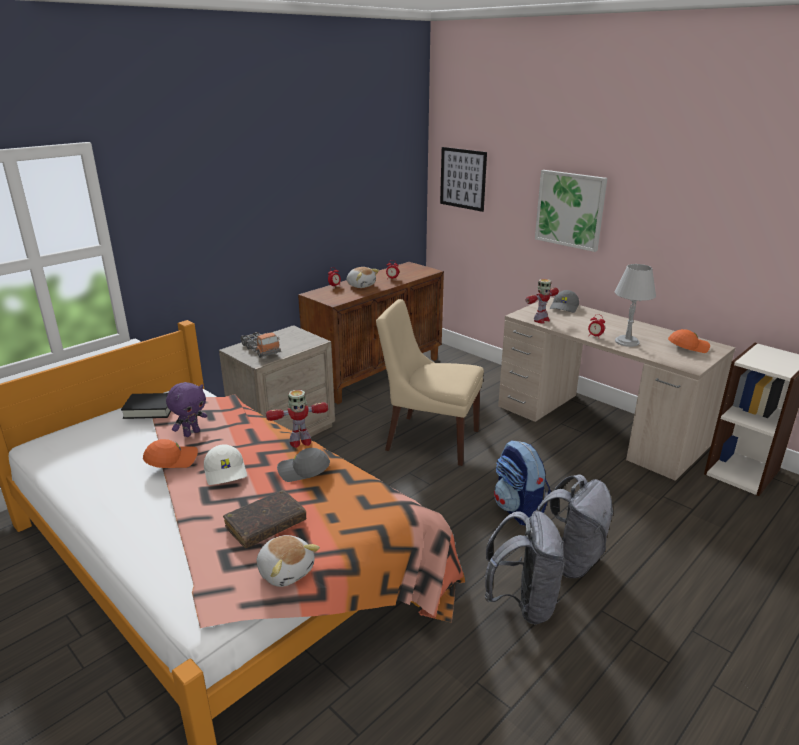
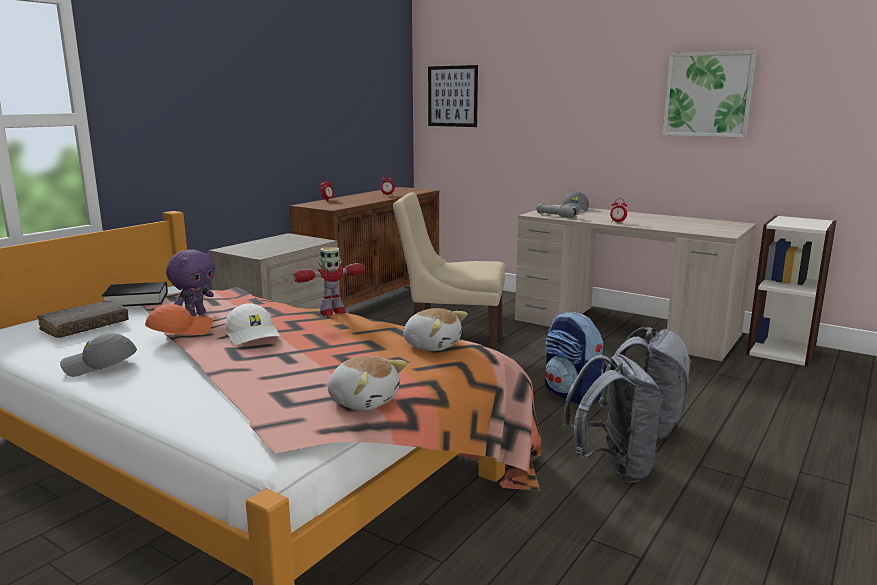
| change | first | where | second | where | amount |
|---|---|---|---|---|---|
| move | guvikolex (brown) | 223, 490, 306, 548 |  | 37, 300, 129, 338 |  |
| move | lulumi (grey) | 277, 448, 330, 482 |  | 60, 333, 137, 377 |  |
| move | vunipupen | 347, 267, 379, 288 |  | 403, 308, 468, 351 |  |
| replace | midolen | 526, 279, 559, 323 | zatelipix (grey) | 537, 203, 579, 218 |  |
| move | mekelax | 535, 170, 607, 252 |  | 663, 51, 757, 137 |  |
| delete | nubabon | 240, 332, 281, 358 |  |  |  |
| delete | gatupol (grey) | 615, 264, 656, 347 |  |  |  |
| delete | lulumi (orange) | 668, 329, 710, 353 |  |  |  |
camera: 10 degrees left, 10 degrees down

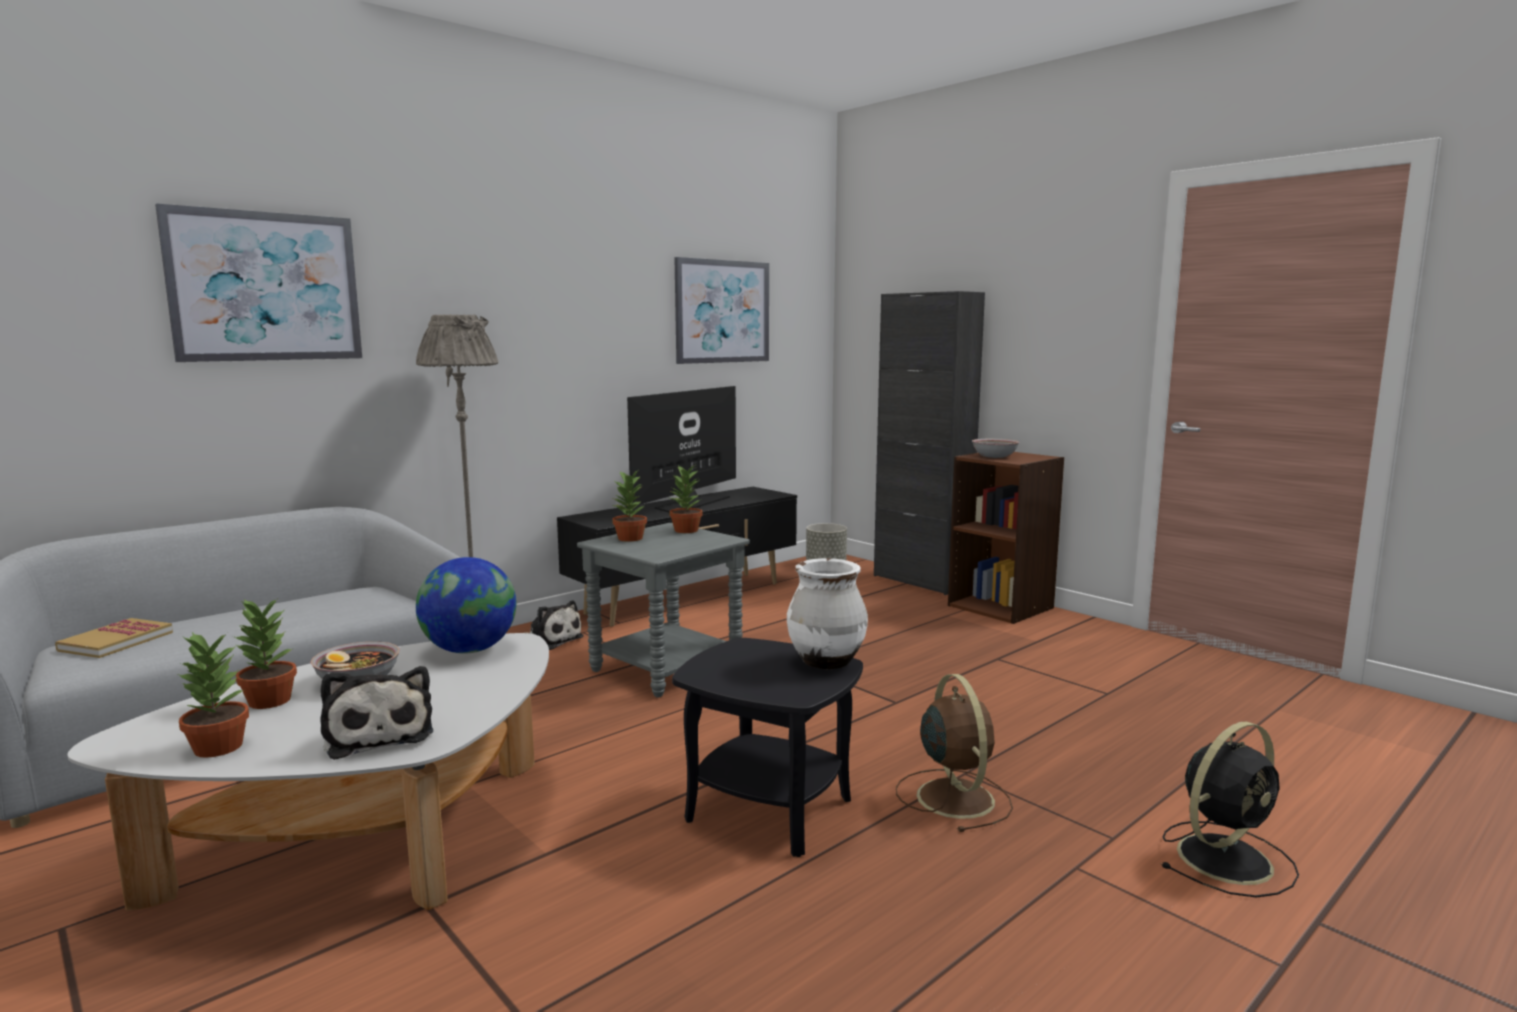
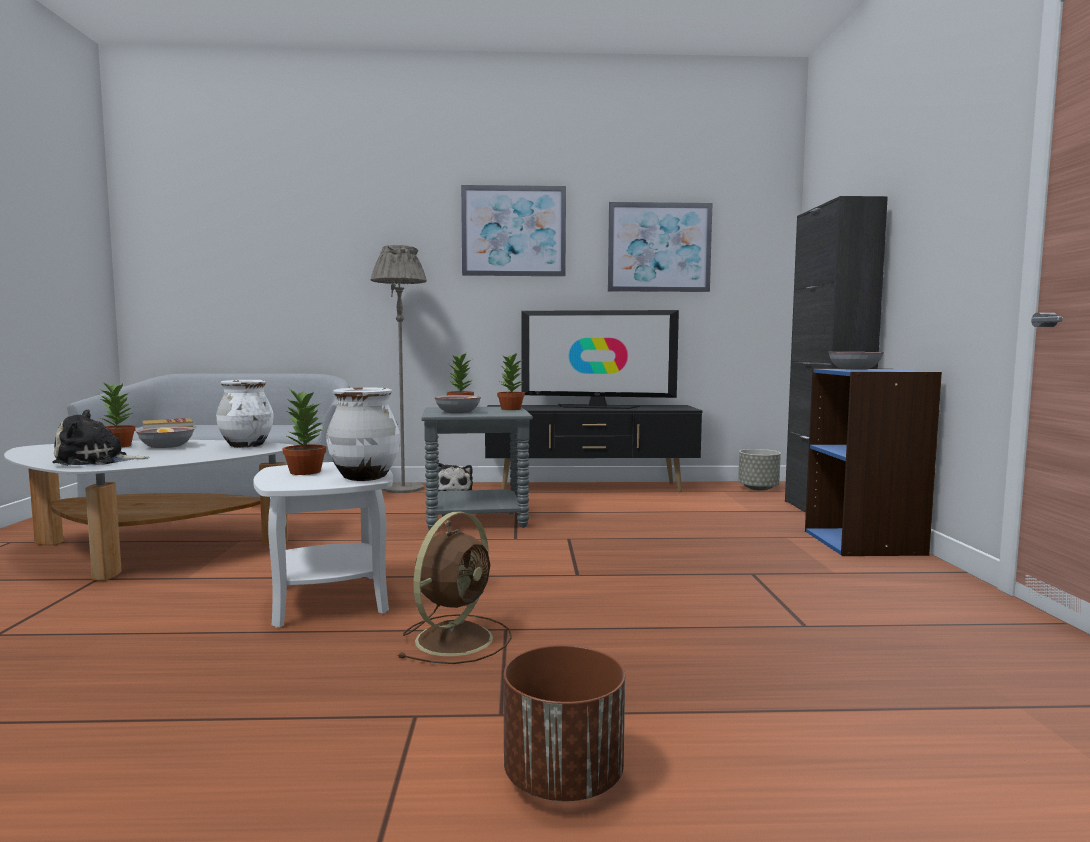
| change | first | where | second | where | amount |
|---|---|---|---|---|---|
| rotate | vunipupen | 320, 666, 433, 760 |  | 53, 409, 150, 466 | 60 degrees clockwise |
| replace | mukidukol | 416, 557, 516, 654 | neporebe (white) | 216, 380, 274, 448 |  |
| recolor | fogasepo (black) | 672, 638, 863, 857 | fogasepo (white) | 253, 462, 393, 628 |  |
| move | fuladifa | 178, 632, 249, 758 |  | 283, 390, 326, 475 |  |
| insert |  |  | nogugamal | 434, 395, 481, 413 |  |
| move | mekelax | 155, 204, 362, 362 |  | 461, 185, 566, 276 |  |
| replace | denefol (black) | 1160, 722, 1299, 898 | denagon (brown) | 504, 645, 625, 801 |  |
| rotate | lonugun | 627, 386, 736, 513 |  | 521, 310, 679, 409 | 150 degrees counterclockwise |
| recolor | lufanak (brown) | 948, 452, 1064, 624 | lufanak (blue) | 805, 369, 942, 556 |  |
camera: 40 degrees right, 5 degrees down

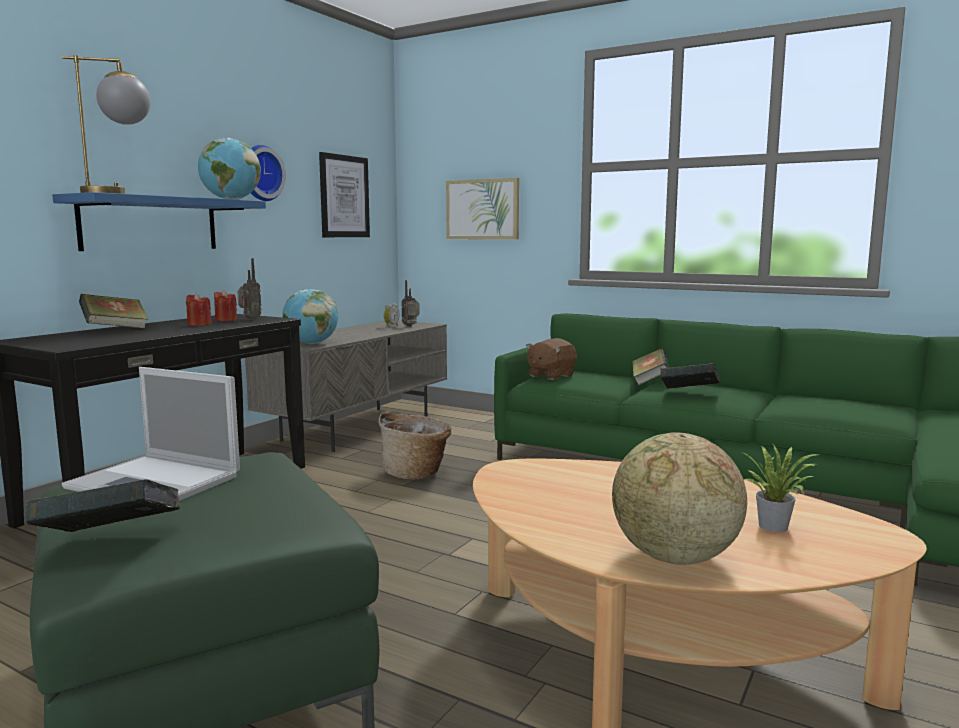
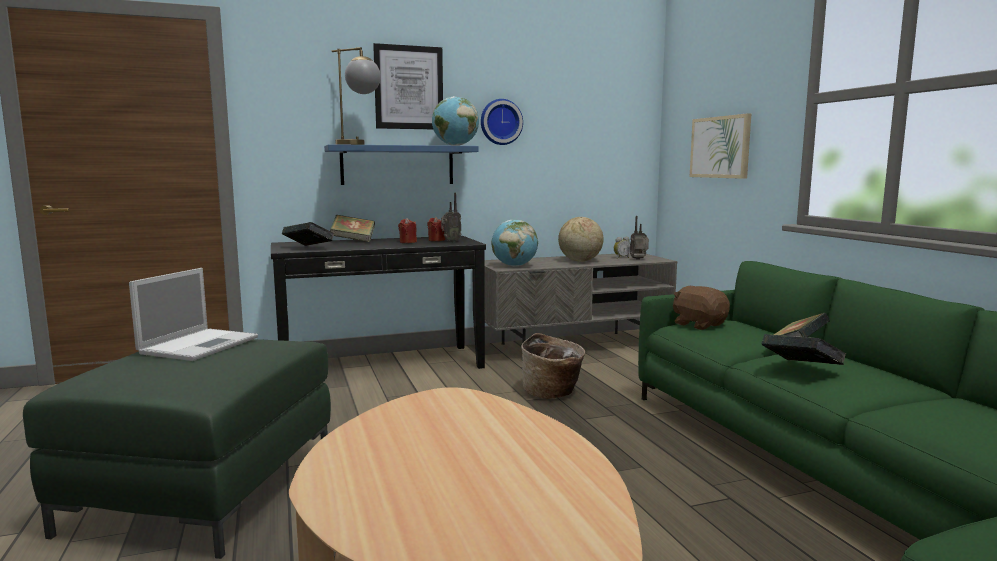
| change | first | where | second | where | amount |
|---|---|---|---|---|---|
| rotate | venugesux | 62, 367, 240, 501 |  | 129, 268, 258, 361 | 135 degrees counterclockwise |
| move | guvikolex | 25, 479, 180, 532 |  | 282, 222, 334, 246 |  |
| move | mekelax | 319, 152, 370, 237 |  | 373, 43, 443, 129 |  |
| move | mukidukol | 612, 433, 747, 565 |  | 558, 217, 603, 262 |  |
| rotate | vunipupen (brown) | 526, 338, 577, 380 |  | 673, 286, 730, 330 | 60 degrees clockwise |
| delete | fuladifa | 742, 443, 821, 532 |  |  |  |
camera: 40 degrees right, 0 degrees up

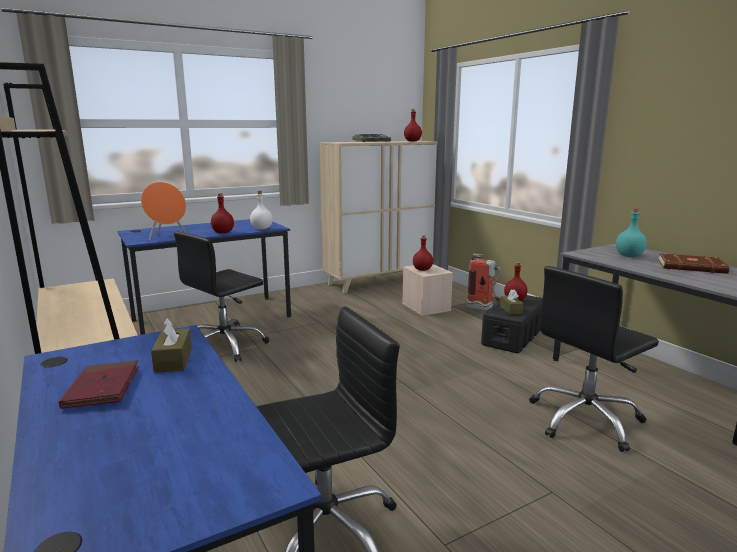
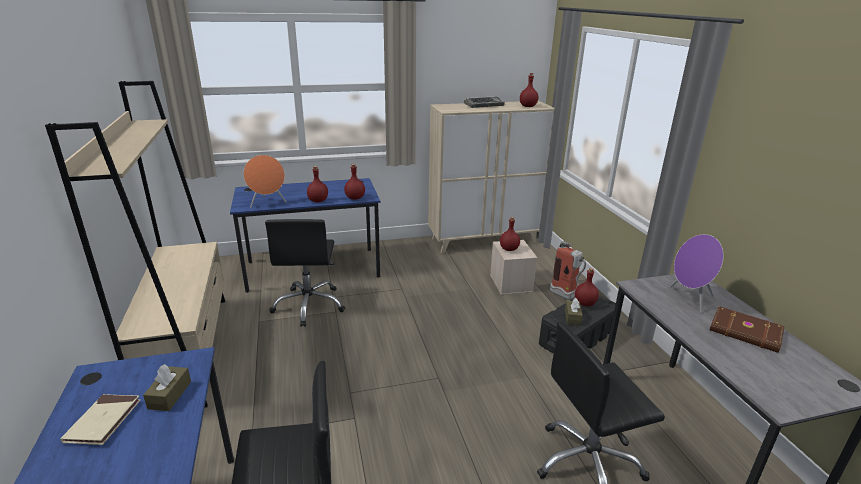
| change | first | where | second | where | amount |
|---|---|---|---|---|---|
| recolor | guvikolex (red) | 59, 360, 139, 409 | guvikolex (beige) | 60, 394, 141, 445 |  |
| rotate | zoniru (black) | 174, 231, 269, 362 |  | 265, 219, 345, 327 | 60 degrees counterclockwise |
| recolor | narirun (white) | 250, 191, 273, 230 | narirun (red) | 344, 164, 365, 200 |  |
| replace | narirun (turquoise) | 616, 208, 647, 257 | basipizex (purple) | 669, 234, 724, 313 |  |
camera: 15 degrees right, 10 degrees up

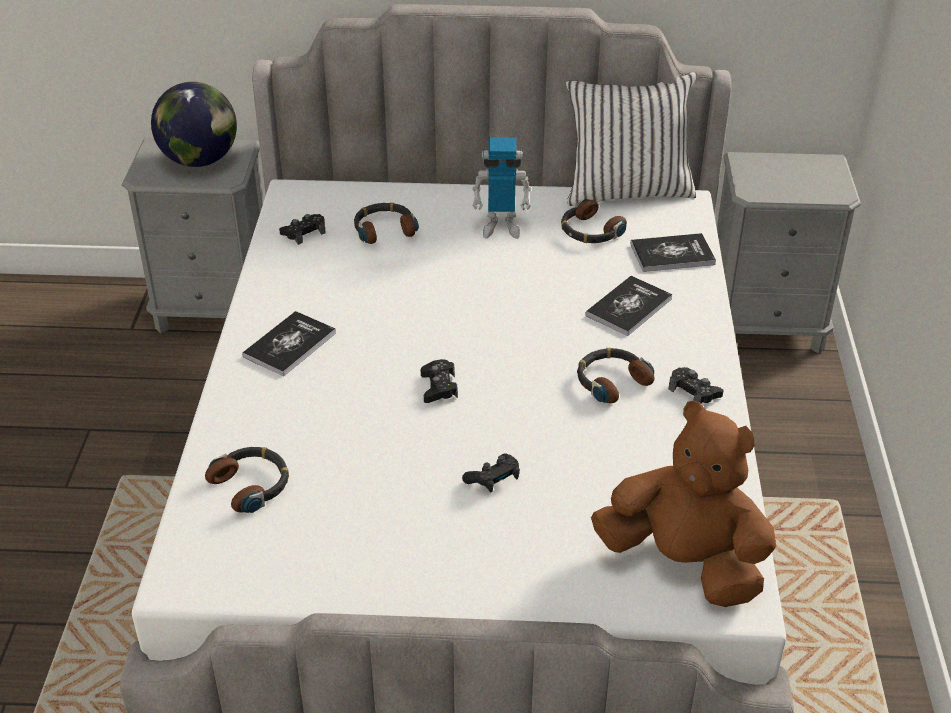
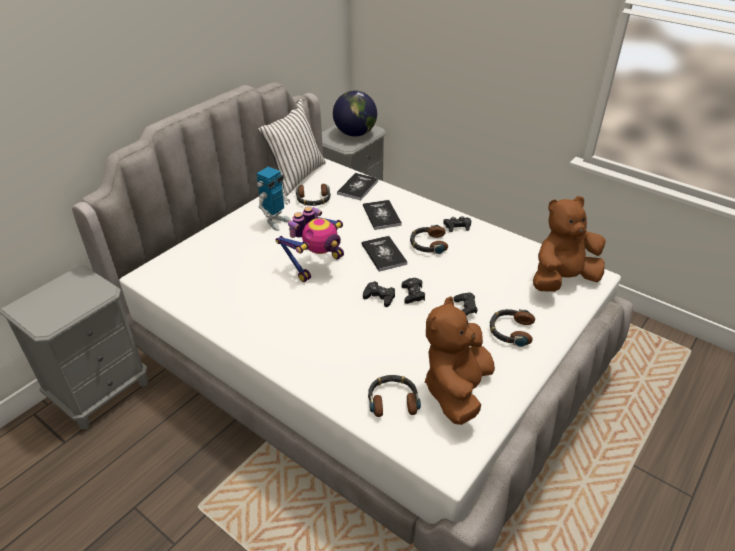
| change | first | where | second | where | amount |
|---|---|---|---|---|---|
| insert |  |  | midolen | 276, 207, 344, 282 |  |
| move | mukidukol | 151, 82, 237, 167 |  | 333, 90, 377, 136 |  |
| move | guvikolex | 242, 311, 336, 376 |  | 361, 236, 407, 271 |  |
| move | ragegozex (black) | 279, 214, 326, 245 |  | 402, 278, 425, 304 |  |
| insert |  |  | vunipupen (brown) | 425, 297, 495, 425 |  |
| move | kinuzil | 354, 202, 419, 244 |  | 490, 309, 535, 347 |  |
camera: 55 degrees left, 0 degrees up

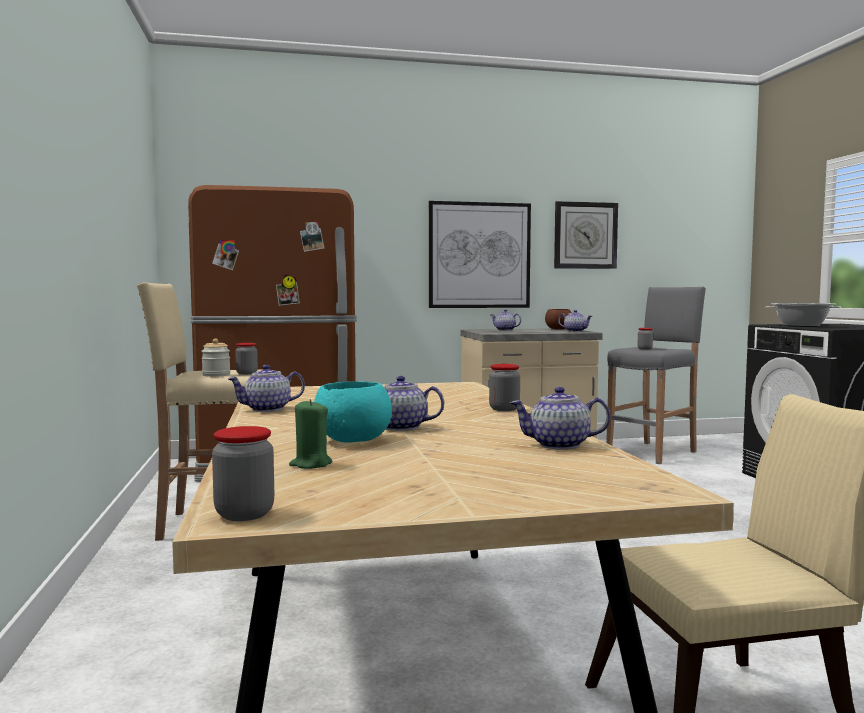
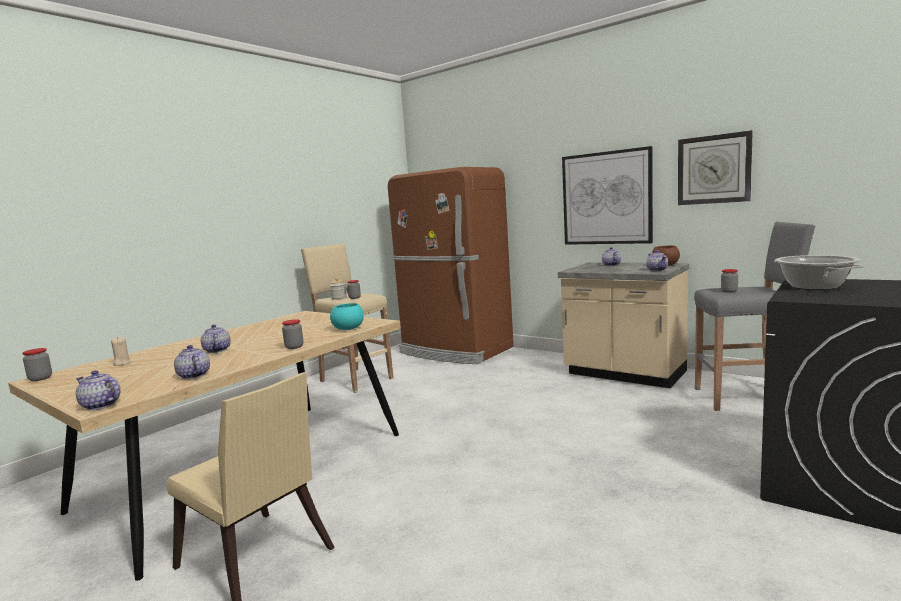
| change | first | where | second | where | amount |
|---|---|---|---|---|---|
| move | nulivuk | 228, 365, 305, 412 |  | 76, 370, 120, 410 |  |
| recolor | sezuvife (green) | 289, 399, 332, 469 | sezuvife (beige) | 111, 337, 131, 366 |  |
| move | nogugamal (turquoise) | 314, 381, 392, 443 |  | 330, 303, 364, 330 |  |
camera: 50 degrees right, 5 degrees up

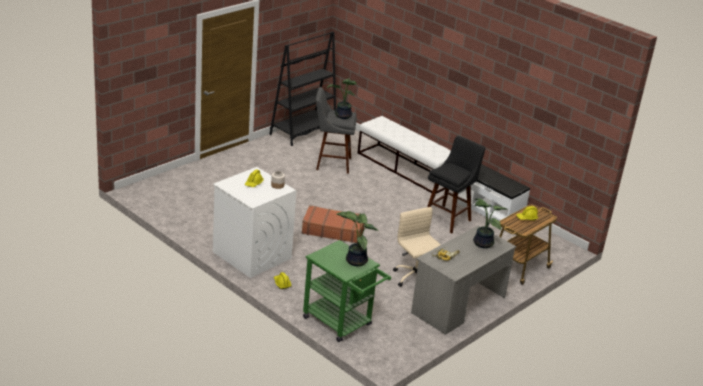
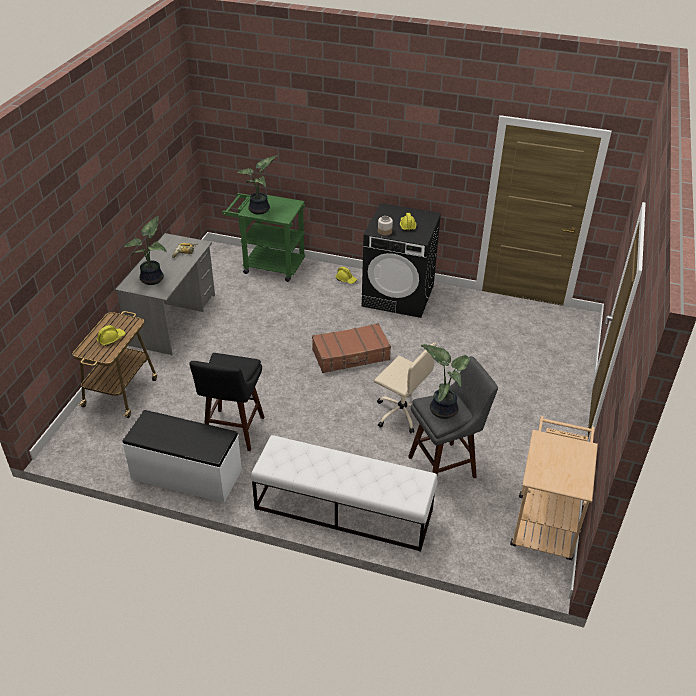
| change | first | where | second | where | amount |
|---|---|---|---|---|---|
| recolor | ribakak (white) | 213, 167, 296, 278 | ribakak (black) | 362, 203, 441, 318 |  |
| move | zoniru (beige) | 393, 207, 441, 287 |  | 374, 343, 437, 434 |  |
| replace | lufanak (black) | 269, 31, 336, 146 | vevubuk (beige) | 510, 416, 598, 561 |  |
camera: 155 degrees right, 10 degrees up

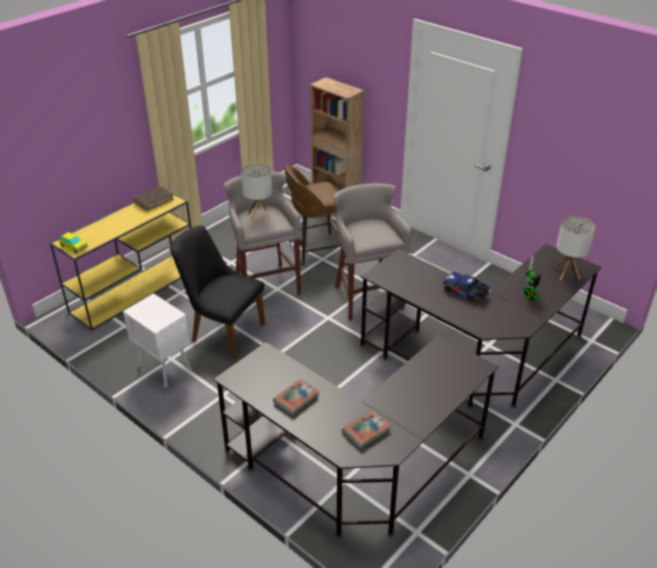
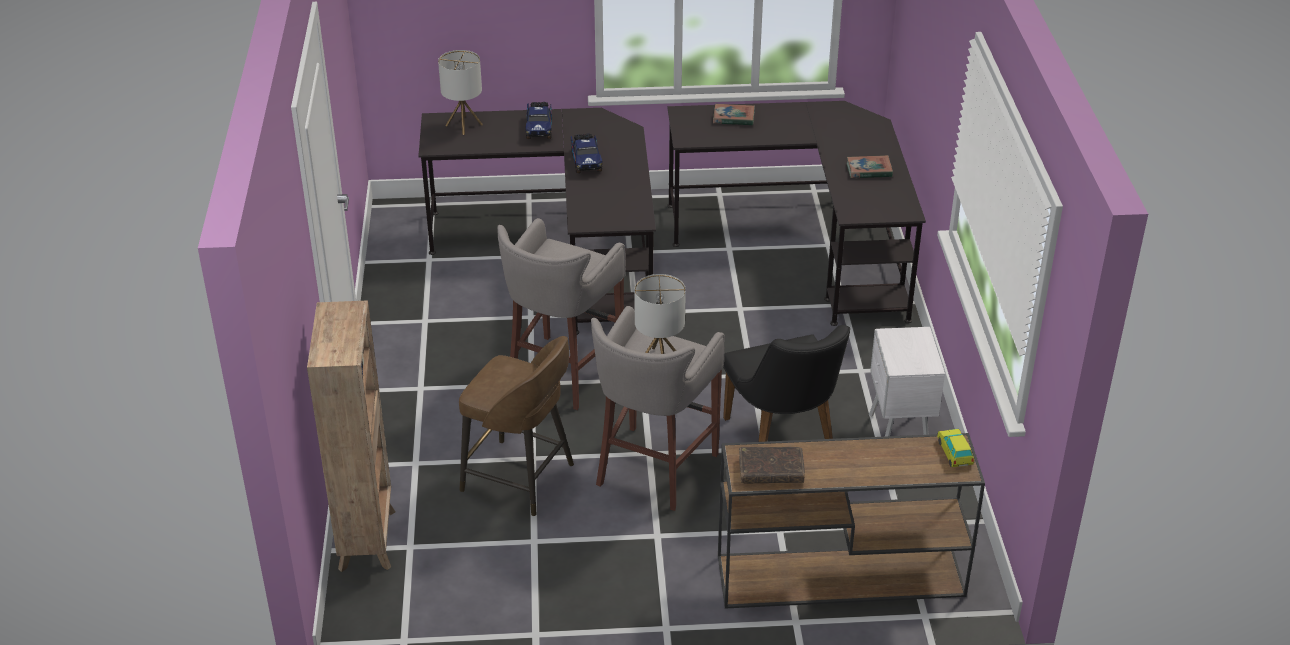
| change | first | where | second | where | amount |
|---|---|---|---|---|---|
| replace | midolen | 523, 255, 542, 300 | nubabon | 525, 102, 552, 139 |  |
| move | guvikolex | 342, 410, 391, 449 |  | 713, 104, 755, 126 |  |
| recolor | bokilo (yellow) | 50, 194, 192, 331 | bokilo (brown) | 718, 433, 985, 609 |  |
camera: 135 degrees left, 0 degrees up

